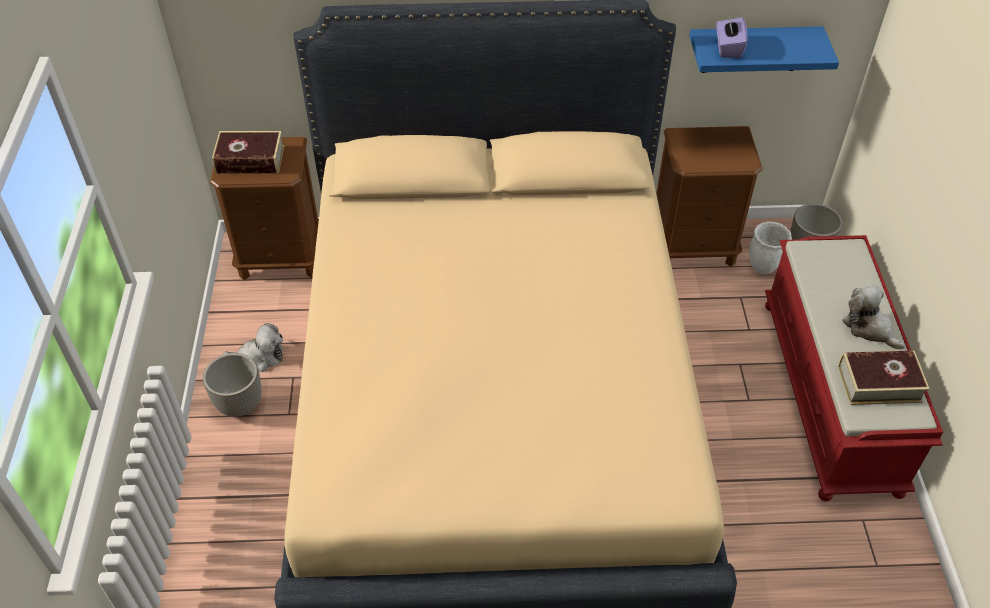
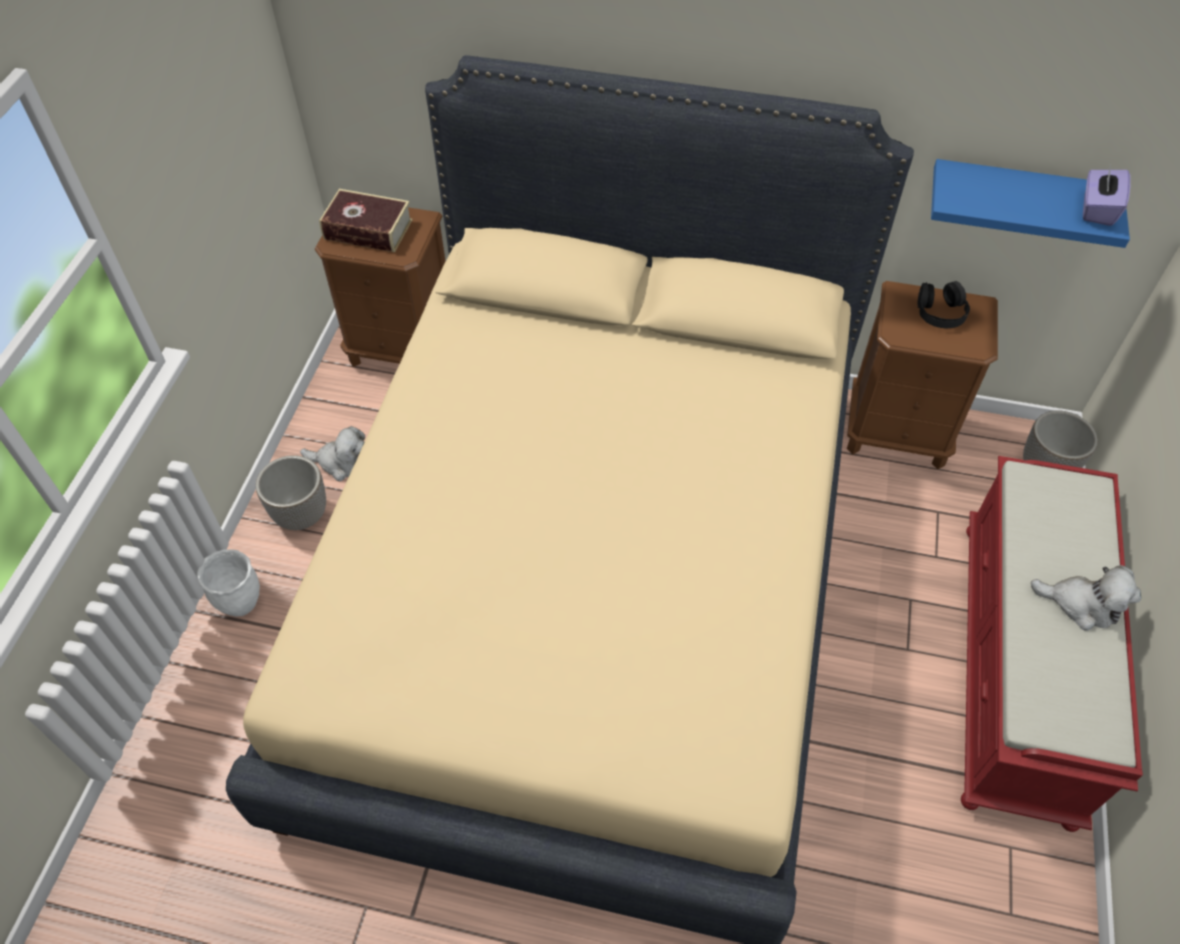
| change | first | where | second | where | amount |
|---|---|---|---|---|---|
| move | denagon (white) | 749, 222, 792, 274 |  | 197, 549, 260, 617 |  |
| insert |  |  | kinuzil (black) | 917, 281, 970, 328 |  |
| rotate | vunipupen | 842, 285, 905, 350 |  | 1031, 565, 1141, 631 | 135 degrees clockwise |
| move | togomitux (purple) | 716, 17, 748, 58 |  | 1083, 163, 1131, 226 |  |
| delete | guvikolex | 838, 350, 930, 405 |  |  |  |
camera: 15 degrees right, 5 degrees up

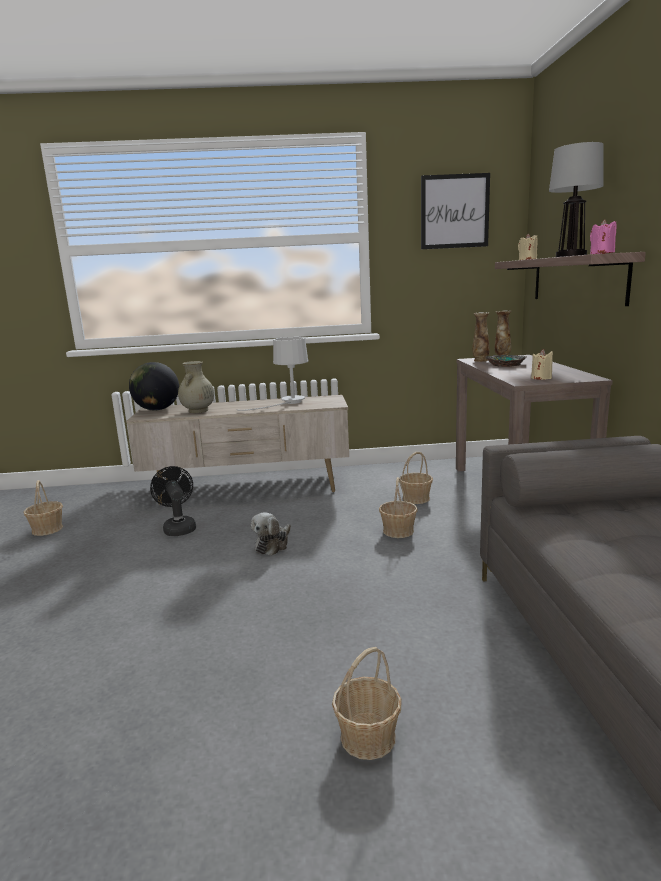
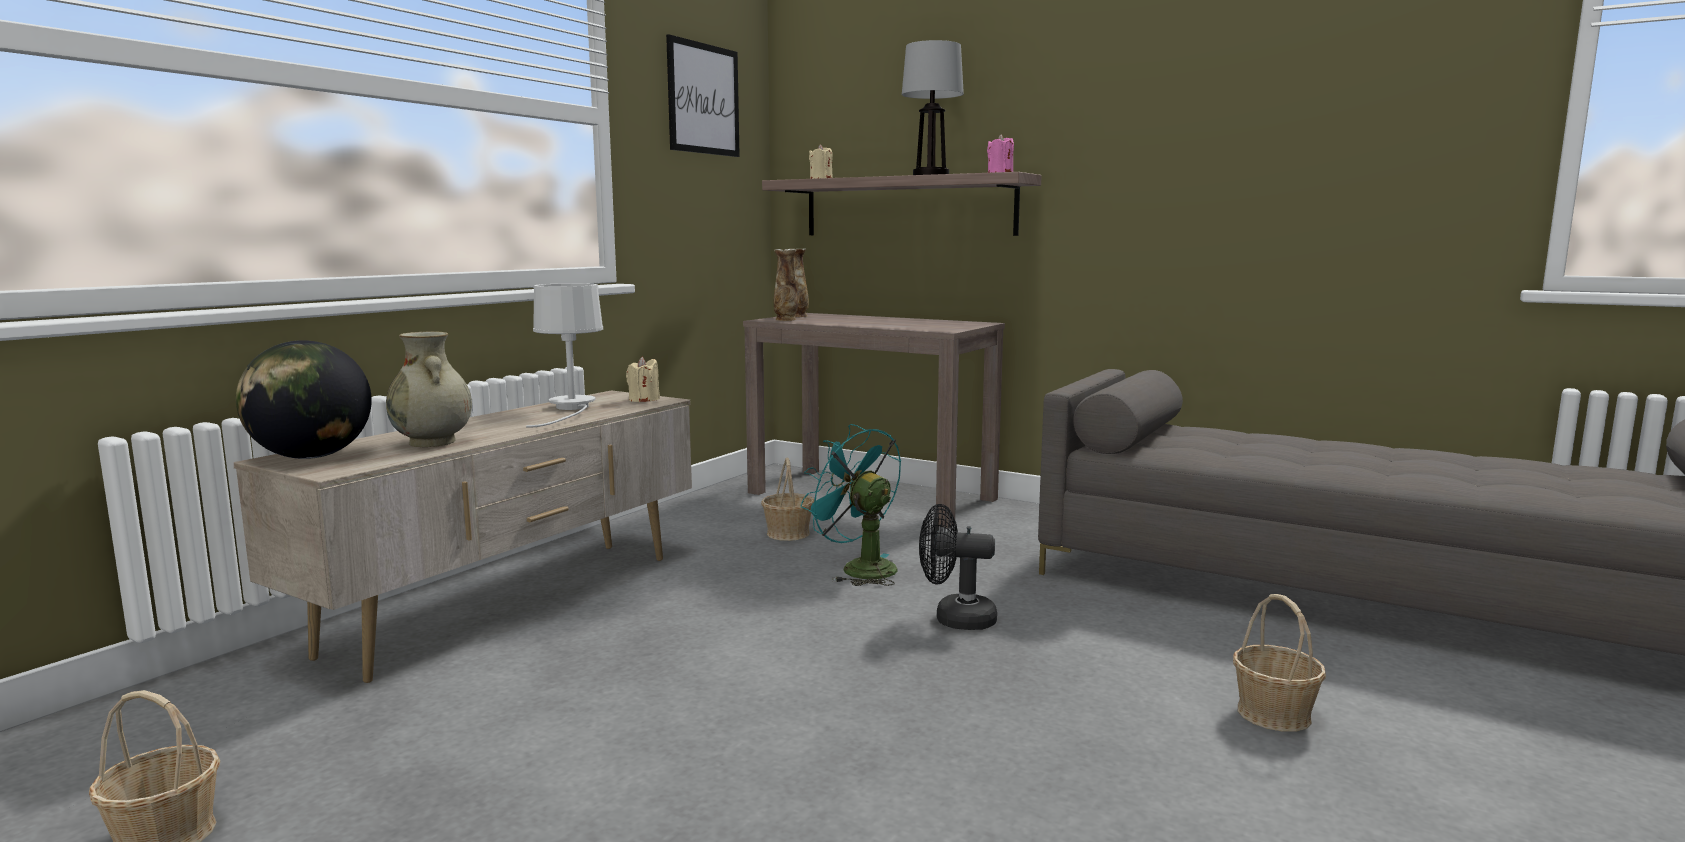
| change | first | where | second | where | amount |
|---|---|---|---|---|---|
| move | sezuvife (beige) | 531, 349, 553, 380 |  | 626, 357, 660, 402 |  |
| replace | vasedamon | 379, 477, 418, 538 | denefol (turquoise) | 800, 424, 901, 586 |  |
| move | denefol (black) | 150, 466, 196, 536 |  | 919, 504, 997, 630 |  |
| delete | vunipupen | 251, 512, 291, 556 |  |  |  |
| delete | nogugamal | 485, 354, 527, 367 |  |  |  |
camera: 55 degrees left, 5 degrees down

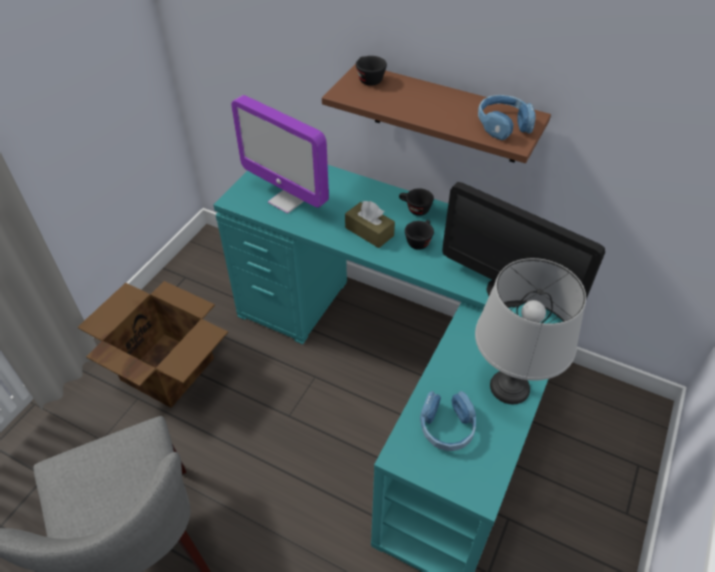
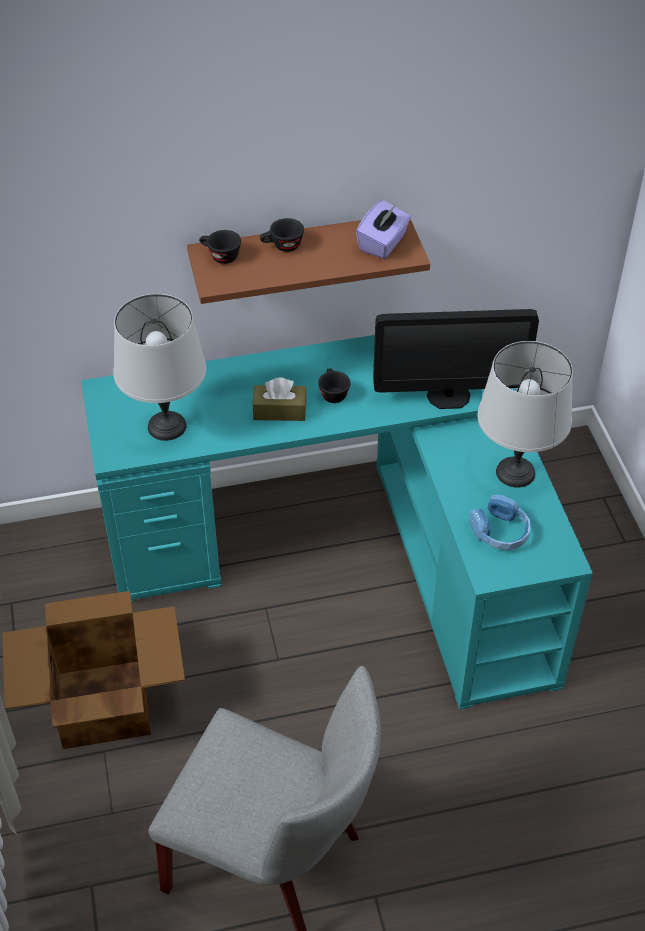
| change | first | where | second | where | amount |
|---|---|---|---|---|---|
| replace | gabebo | 231, 95, 329, 214 | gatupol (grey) | 113, 294, 206, 441 |  |
| move | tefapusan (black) | 399, 188, 434, 216 |  | 260, 218, 304, 252 |  |
| replace | kinuzil (blue) | 478, 95, 535, 140 | togomitux (purple) | 356, 200, 411, 259 |  |
camera: 40 degrees left, 0 degrees up

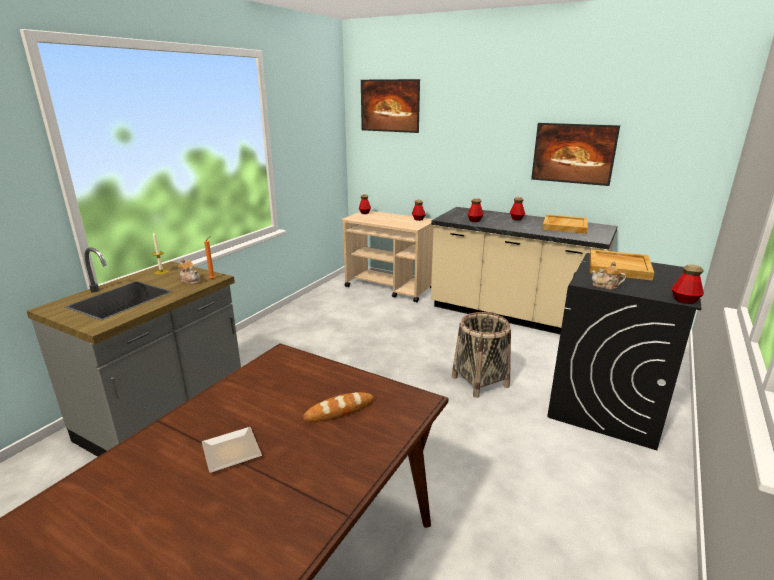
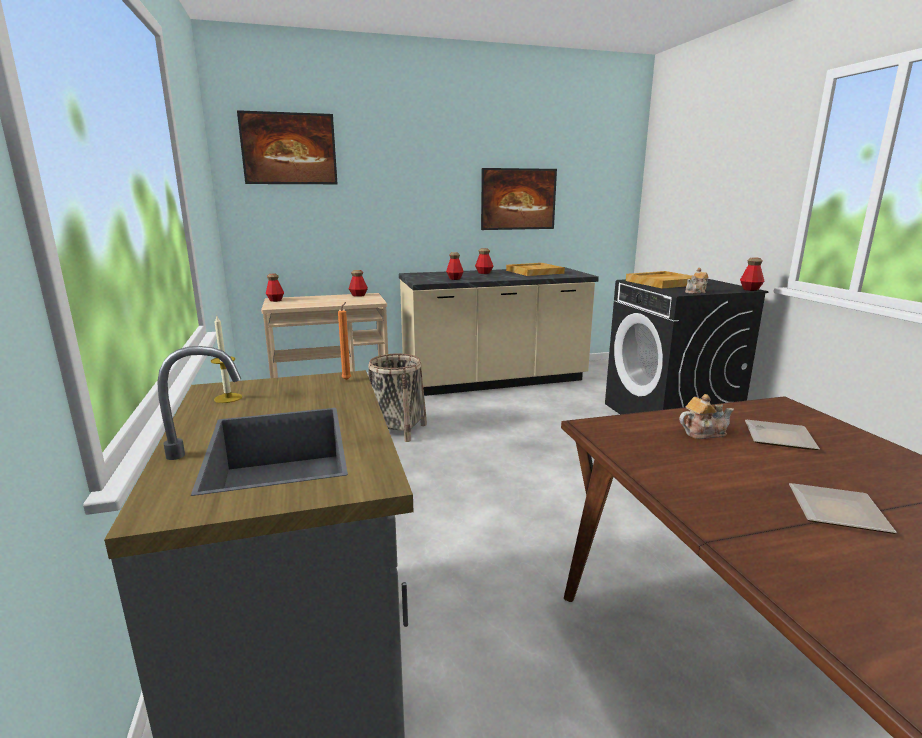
| change | first | where | second | where | amount |
|---|---|---|---|---|---|
| move | vasedamon | 452, 312, 511, 398 |  | 368, 353, 427, 442 |  |
| move | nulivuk | 178, 258, 200, 284 |  | 679, 394, 734, 439 |  |
| replace | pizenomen | 303, 392, 374, 422 | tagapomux | 745, 420, 820, 450 |  |
camera: 45 degrees left, 5 degrees down

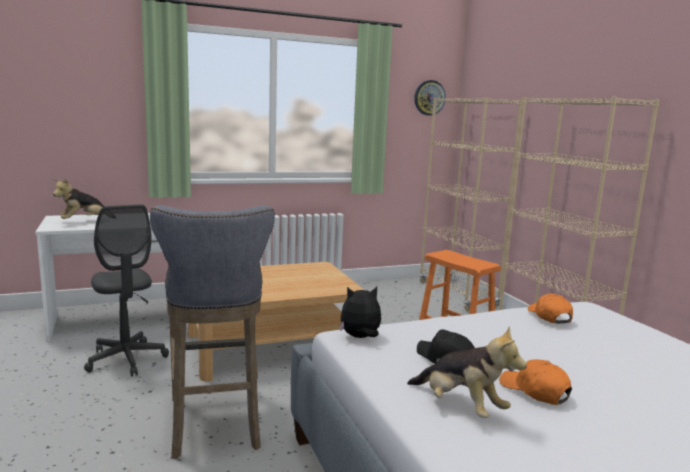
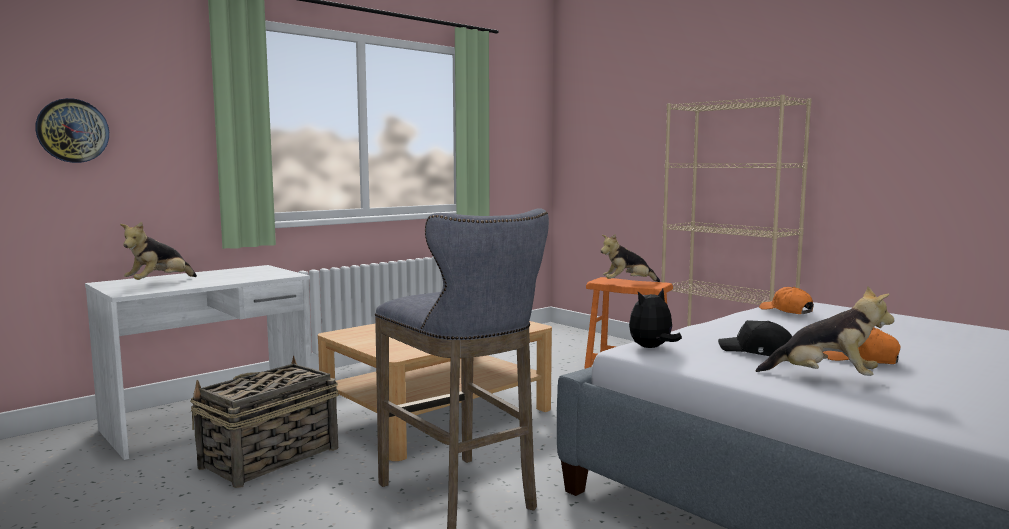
| change | first | where | second | where | amount |
|---|---|---|---|---|---|
| move | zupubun | 414, 80, 446, 116 |  | 35, 98, 109, 163 |  |
| replace | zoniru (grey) | 84, 204, 169, 376 | vasedamon | 190, 356, 338, 488 |  |
| insert |  |  | vunipupen | 601, 234, 660, 282 |  |
| delete | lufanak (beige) | 419, 97, 522, 311 |  |  |  |
camera: 20 degrees left, 5 degrees down

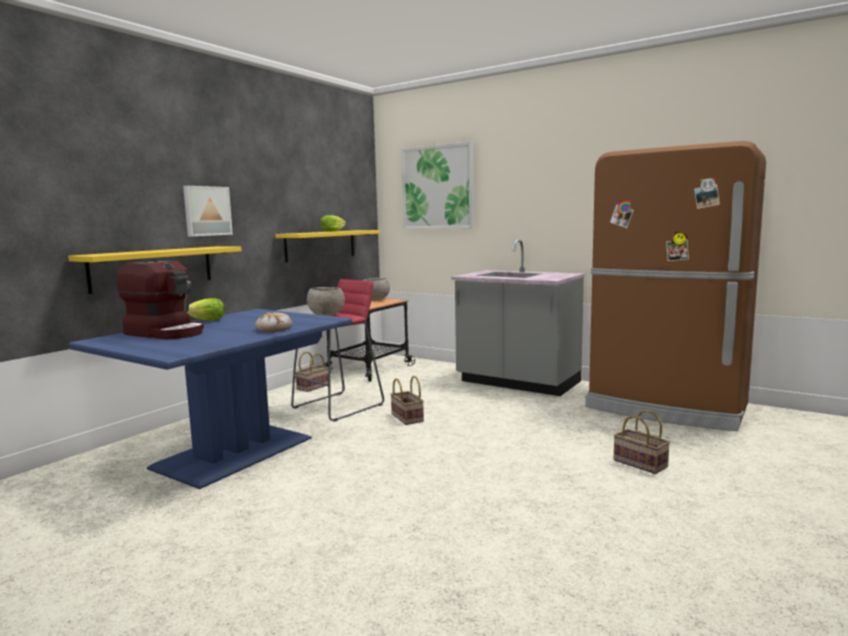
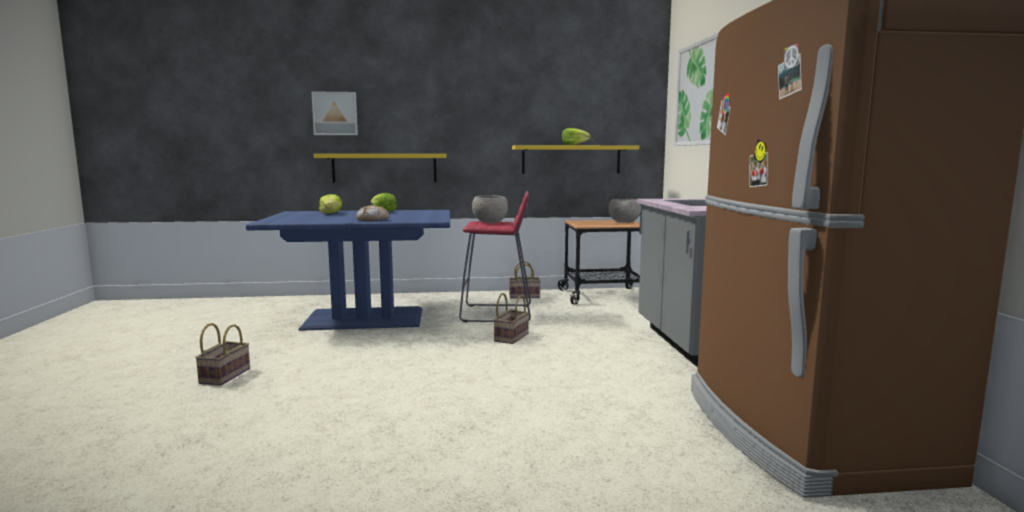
| change | first | where | second | where | amount |
|---|---|---|---|---|---|
| move | vasedamon | 614, 410, 670, 474 |  | 195, 323, 250, 386 |  |
| move | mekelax | 183, 186, 233, 236 |  | 311, 91, 358, 135 |  |
| replace | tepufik | 116, 260, 204, 339 | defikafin | 319, 194, 342, 214 |  |
camera: 50 degrees right, 0 degrees up

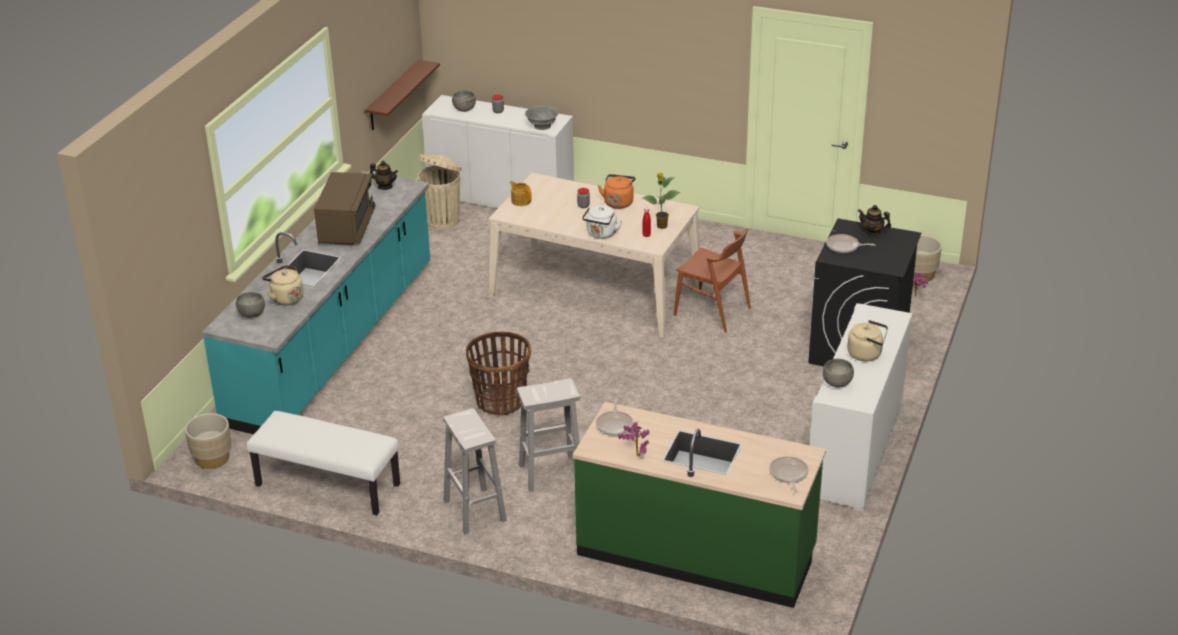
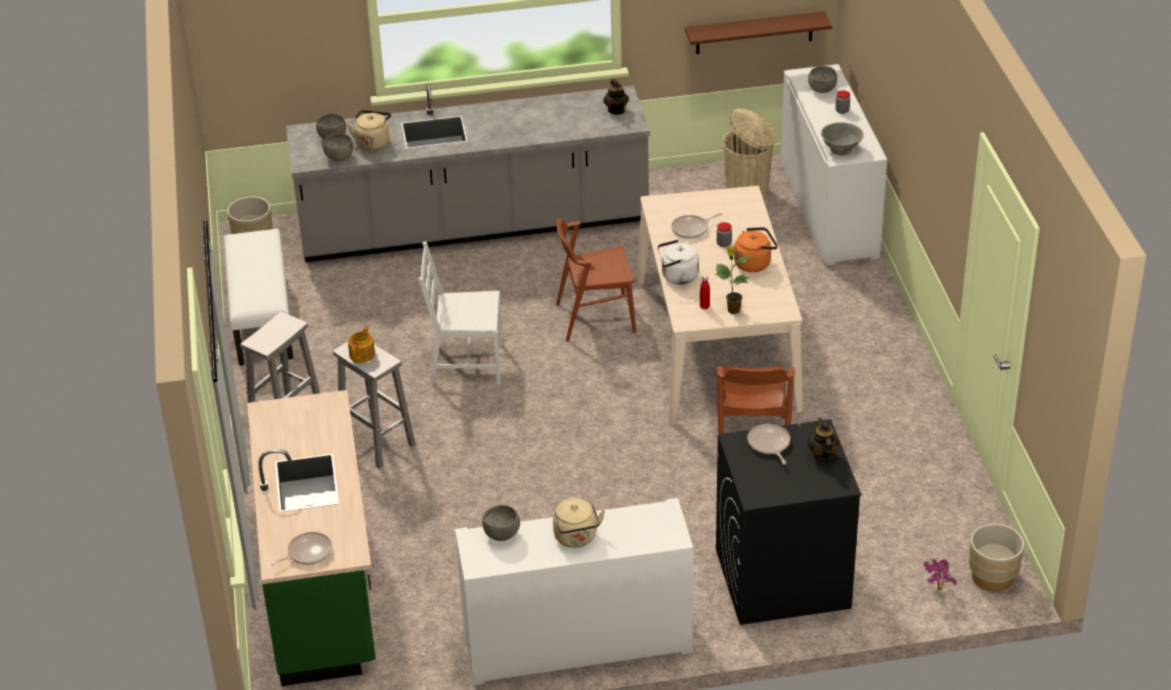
| change | first | where | second | where | amount |
|---|---|---|---|---|---|
| recolor | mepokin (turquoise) | 202, 171, 430, 434 | mepokin (grey) | 286, 84, 650, 262 |  |
| insert |  |  | nogugamal (grey) | 323, 133, 353, 161 |  |
| move | nulivuk | 510, 181, 532, 206 |  | 348, 325, 375, 363 |  |
| replace | vasedamon | 466, 332, 531, 416 | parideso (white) | 419, 242, 503, 384 |  |
| insert |  |  | parideso (brown) | 556, 218, 636, 342 |  |
| move | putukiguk | 596, 398, 633, 436 |  | 671, 213, 722, 239 |  |
| delete | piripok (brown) | 314, 172, 375, 245 |  |  |  |
| delete | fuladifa | 618, 422, 649, 456 |  |  |  |
camera: 60 degrees right, 5 degrees up

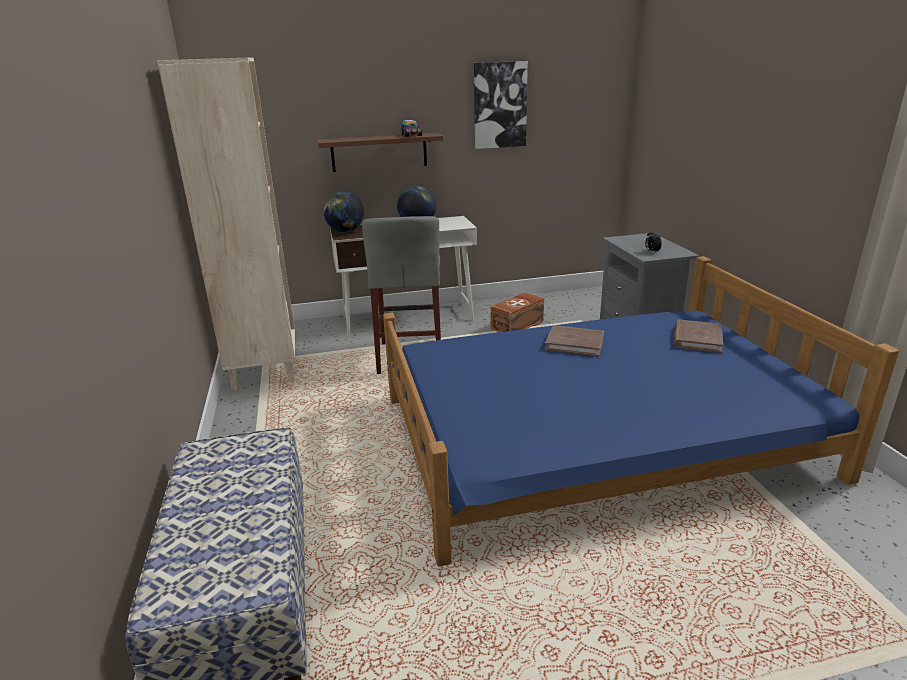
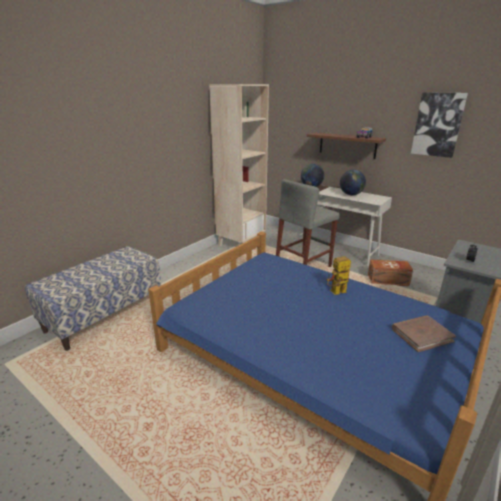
| change | first | where | second | where | amount |
|---|---|---|---|---|---|
| replace | guvikolex (brown) | 545, 325, 604, 357 | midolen | 327, 256, 351, 295 |  |
camera: 50 degrees right, 0 degrees up

